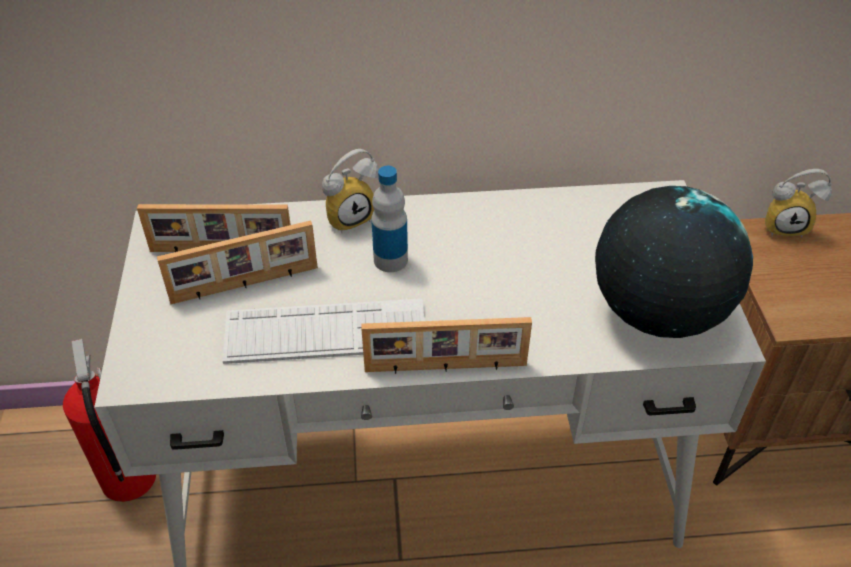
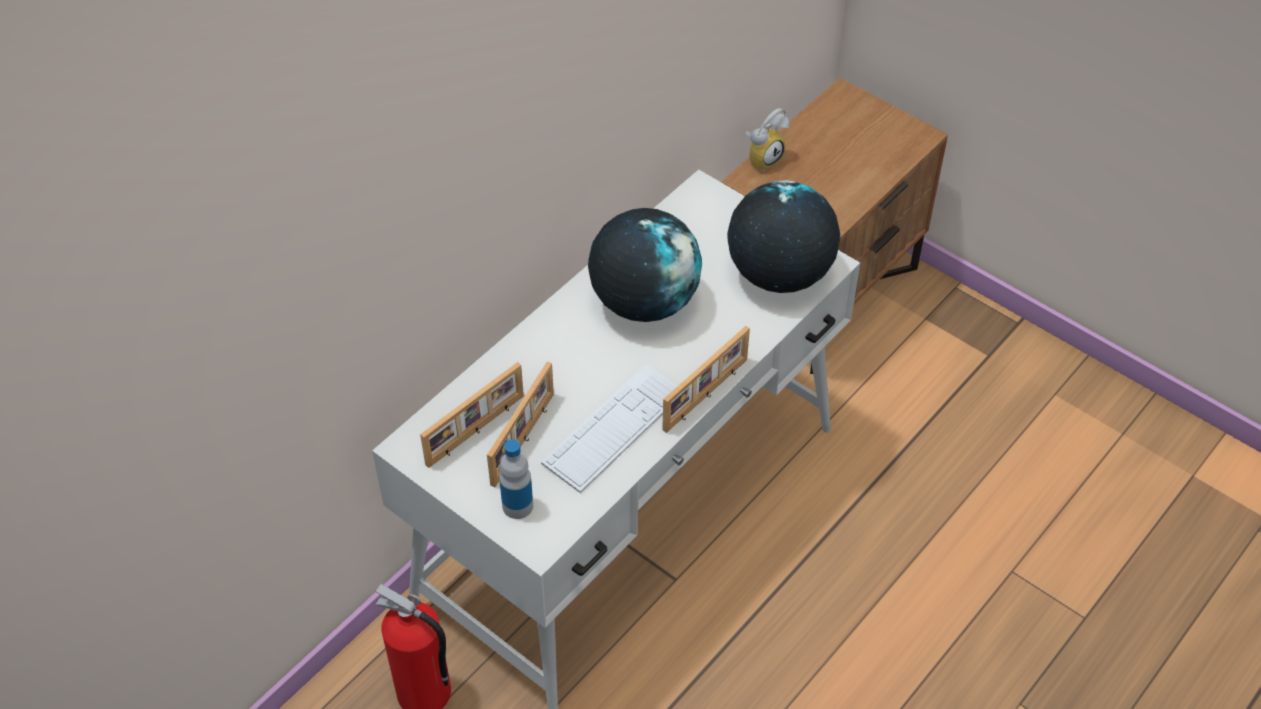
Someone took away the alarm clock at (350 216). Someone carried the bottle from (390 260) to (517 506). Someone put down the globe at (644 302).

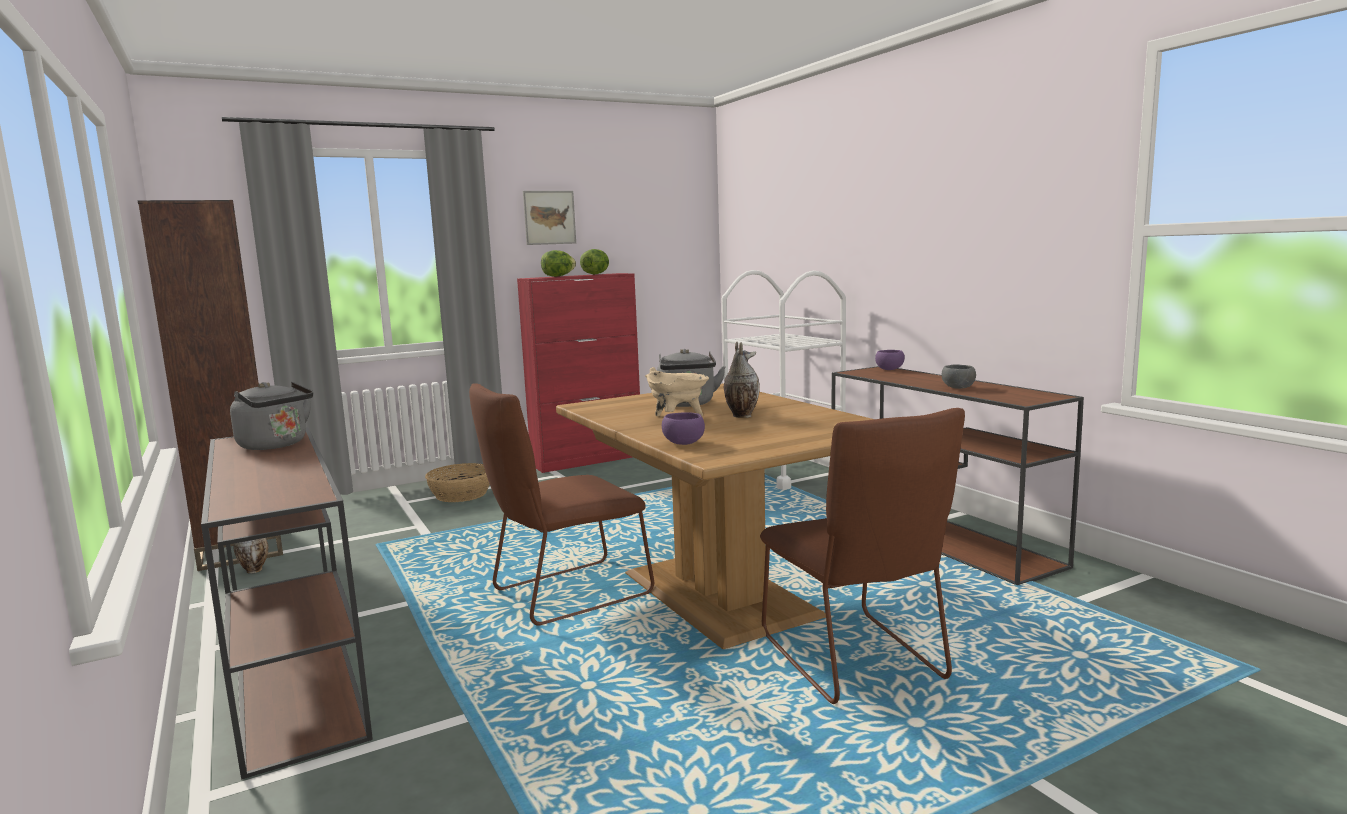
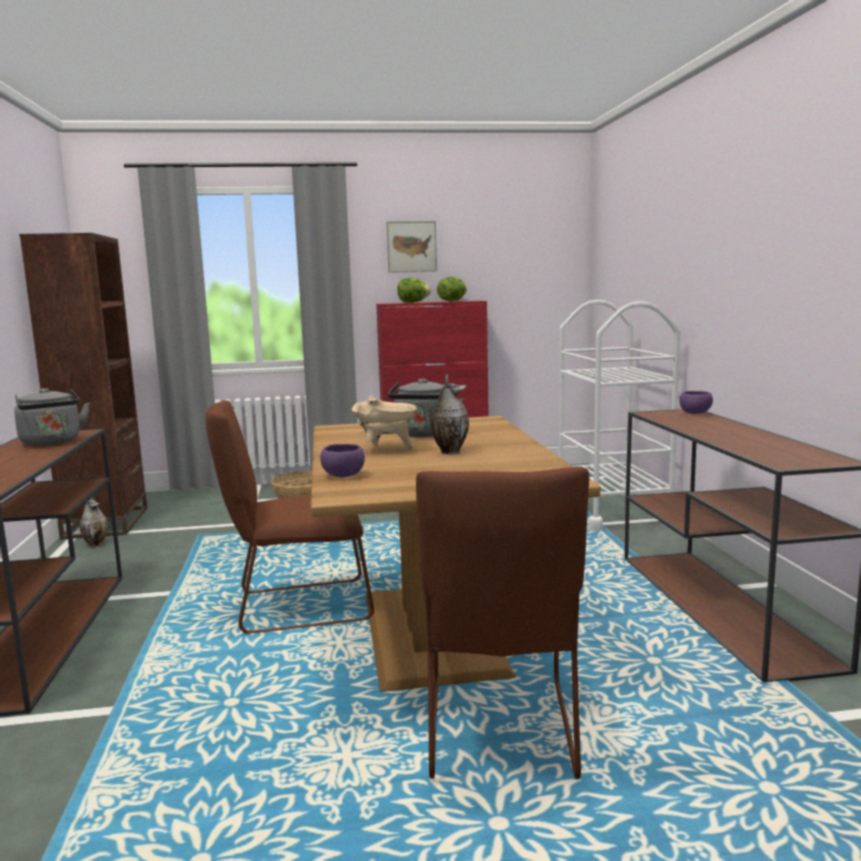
Someone took away the bowl/grey at (957 388).

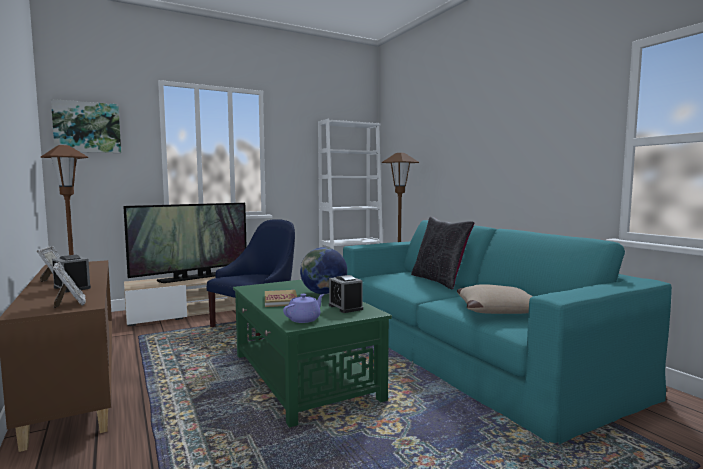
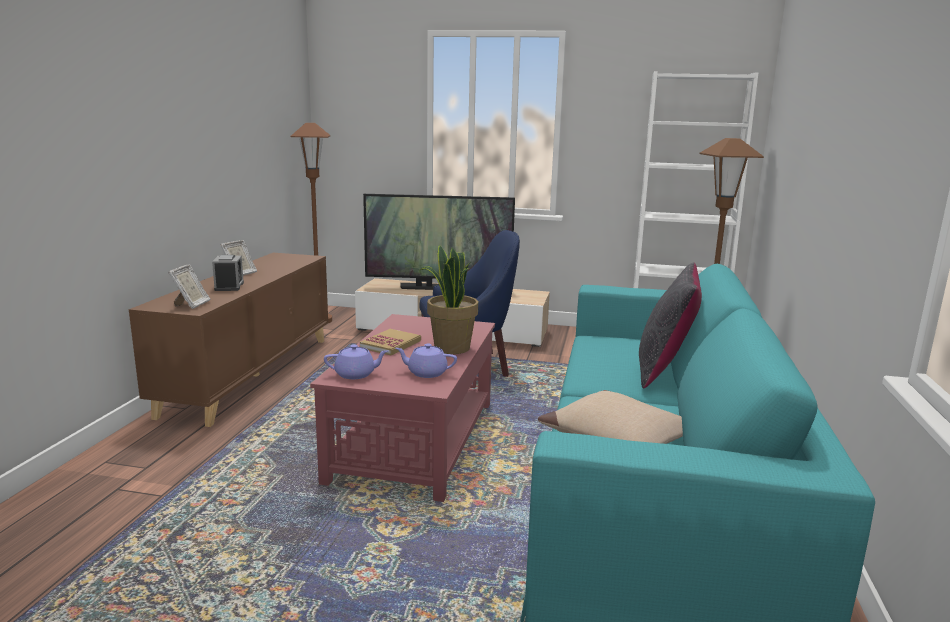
Someone took away the picture at (87 127). Someone repainted the coffee table/green at (303 376), which became the coffee table/red at (414 441). Someone swapped the globe at (324 293) for the potted plant at (451 348). Someone swapped the alarm clock at (345 307) for the teapot/purple at (426 373).

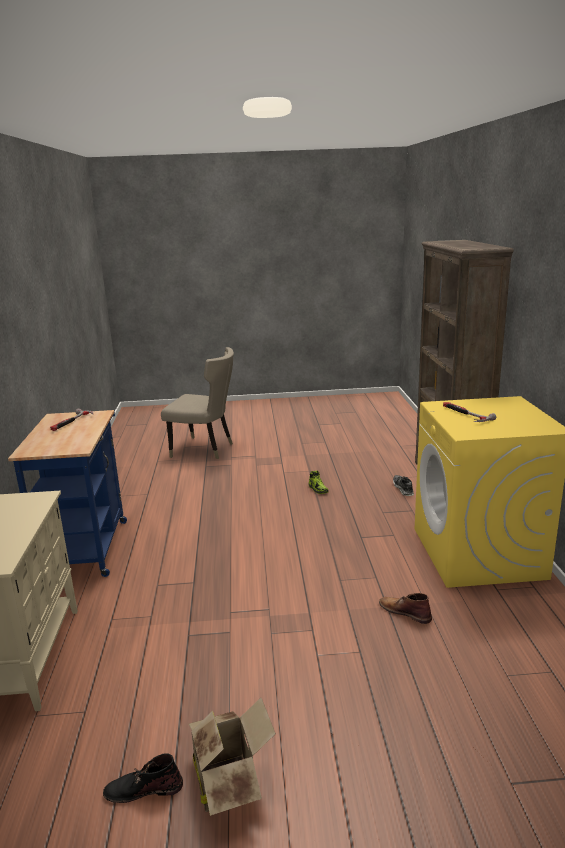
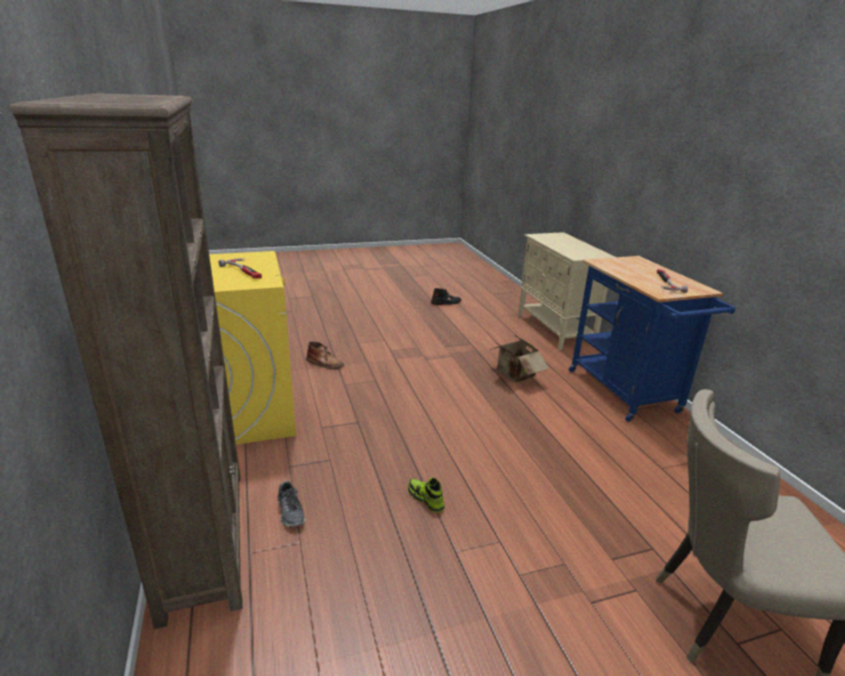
Someone carried the cardboard box from (230 780) to (514 376).

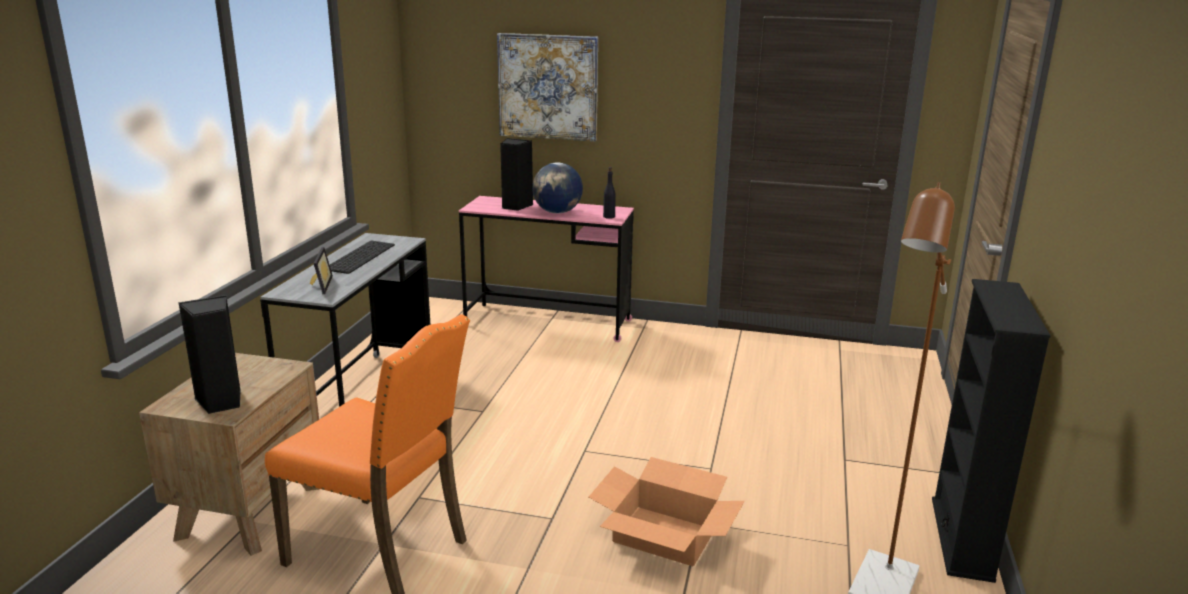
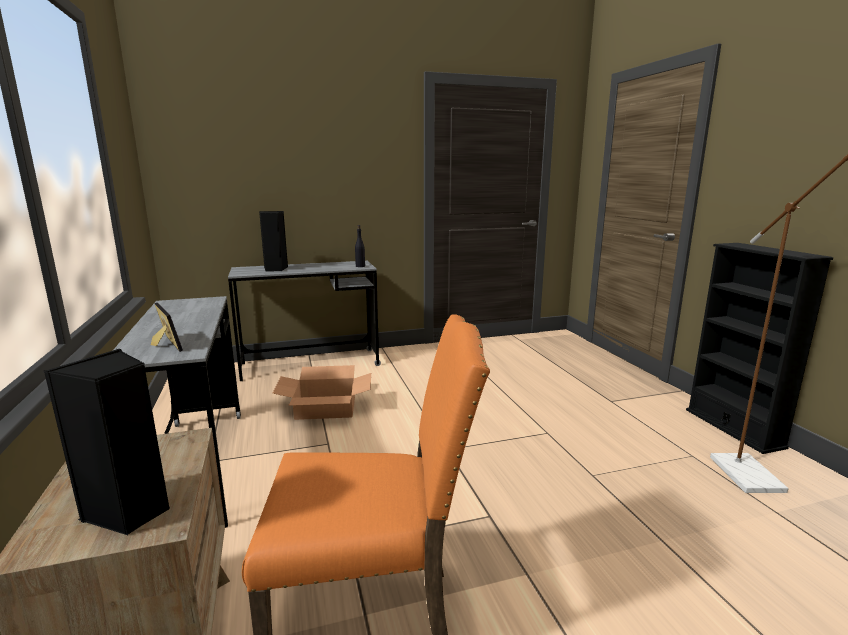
Someone took away the keyboard at (359 256). Someone repainted the desk/pink at (548 322), which became the desk/grey at (310 364). Someone took away the picture at (548 87). Someone took away the globe at (557 212). Someone carried the cardboard box from (664 535) to (325 408).

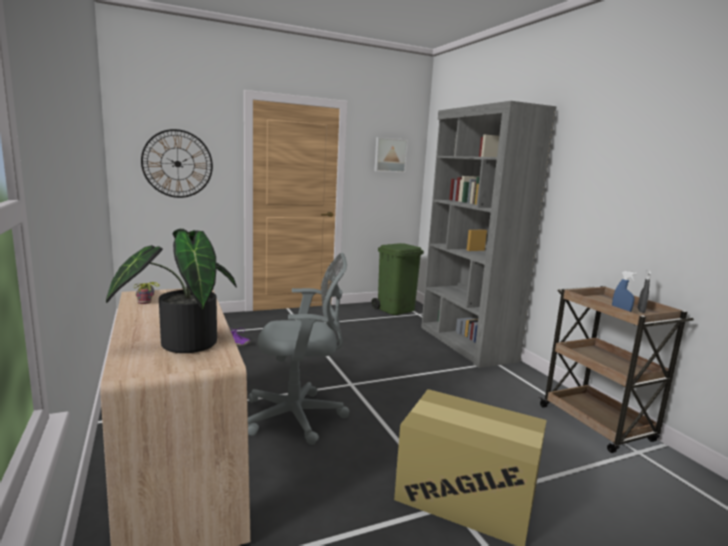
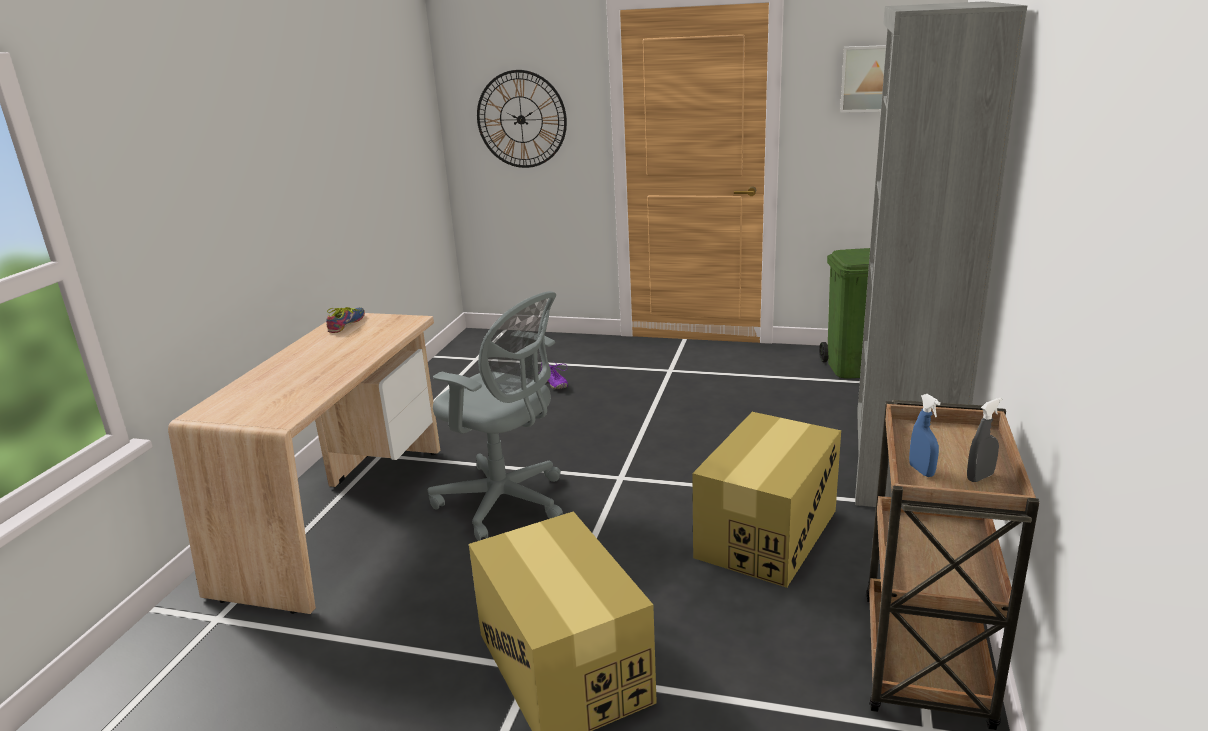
Someone took away the potted plant at (182 343). Someone put down the cardboard box at (766 534).

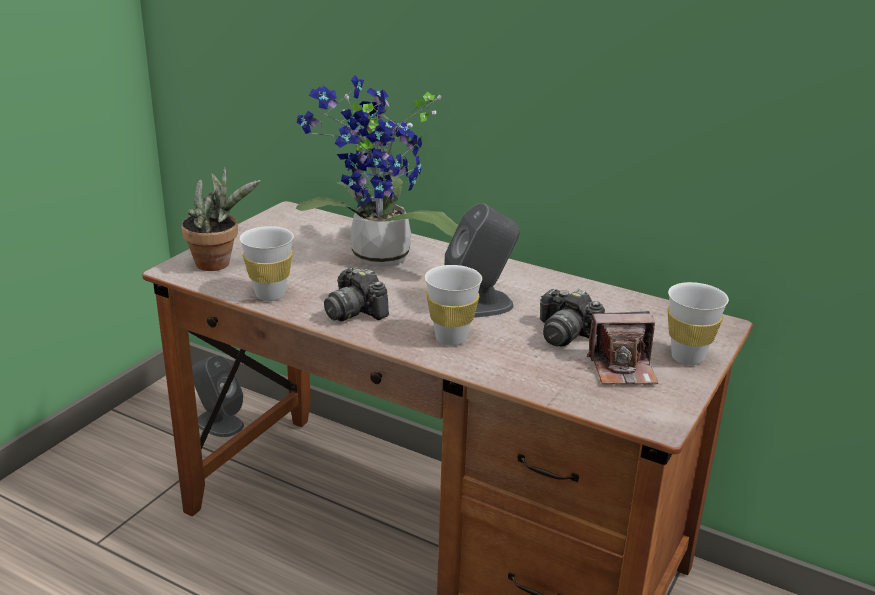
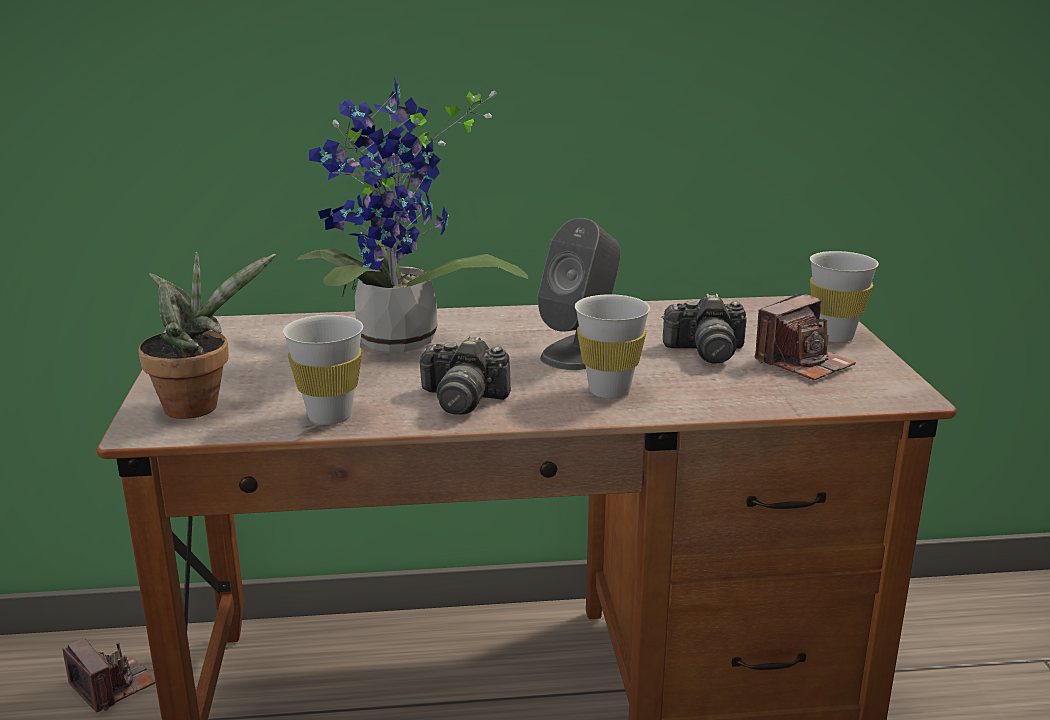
Someone swapped the speaker/grey at (218 423) for the photo camera at (112 686).

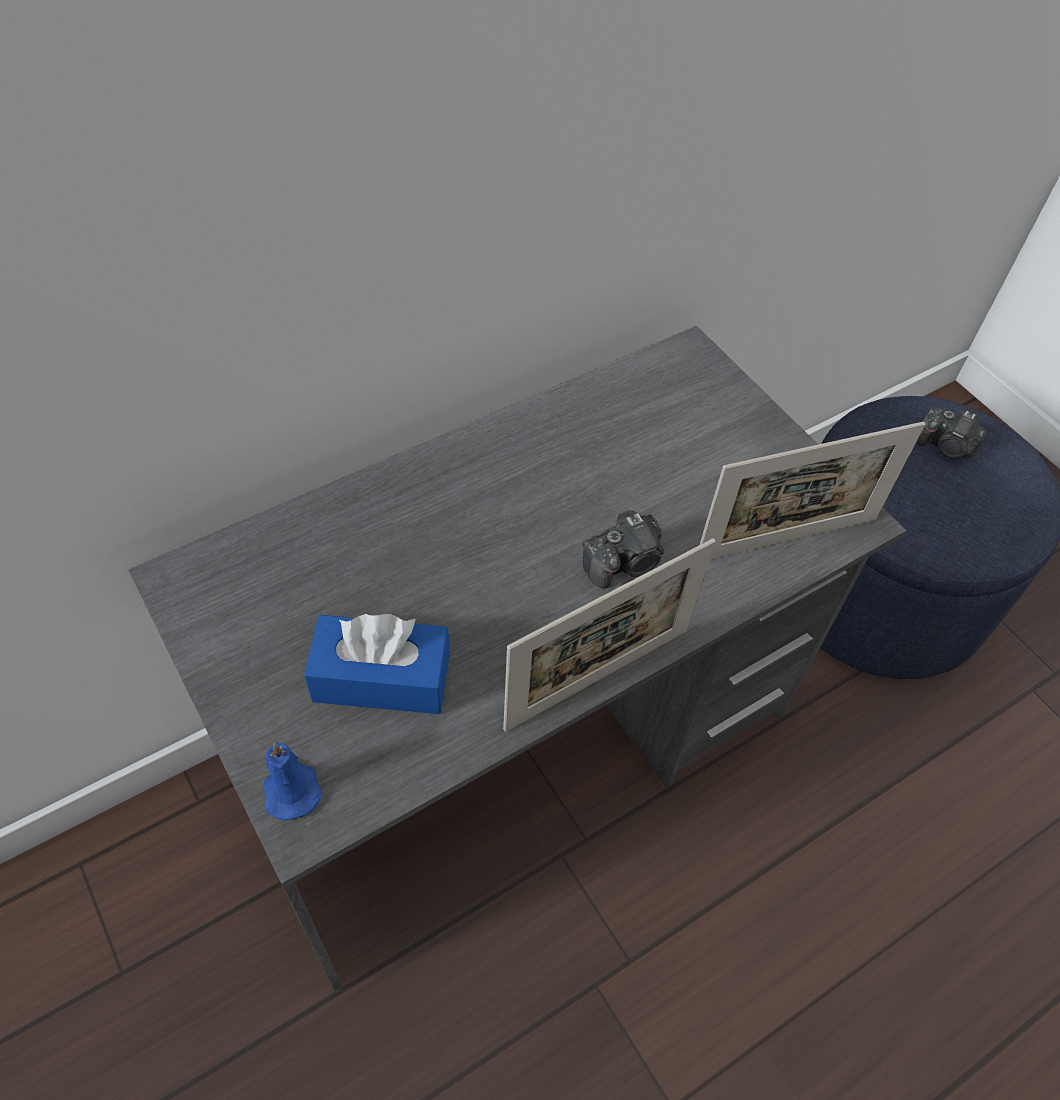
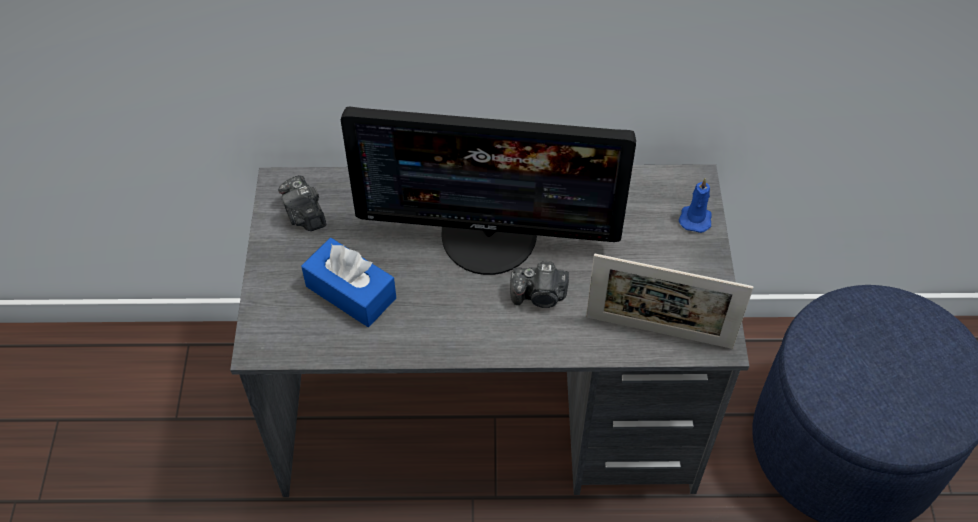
Someone carried the candle/blue from (291 788) to (695 218). Someone took away the picture frame at (598 678). Someone carried the photo camera from (946 447) to (304 215). Someone put down the monitor at (489 235).

